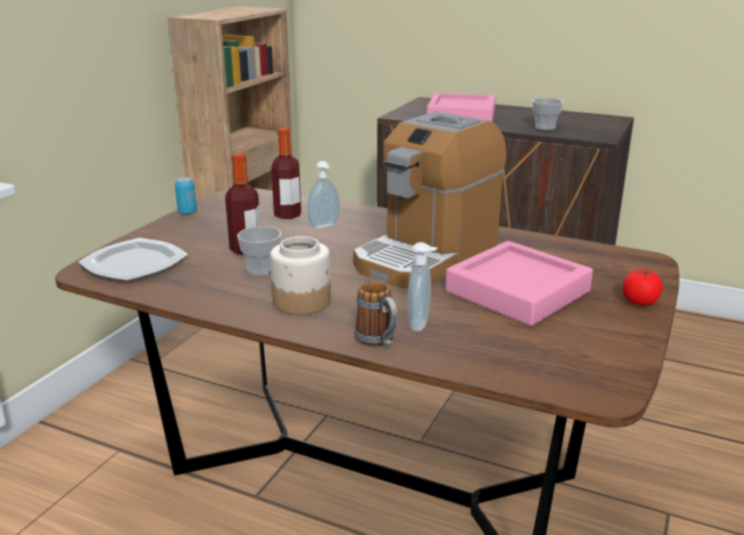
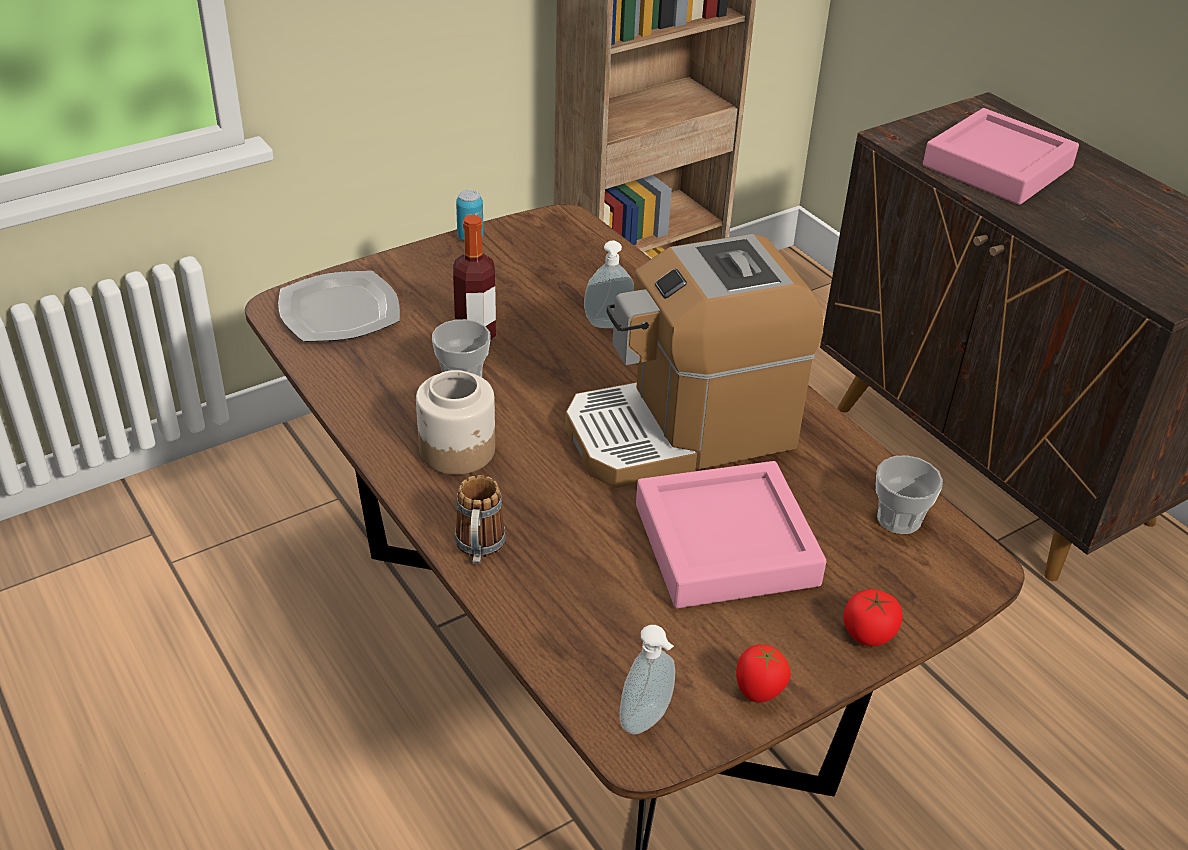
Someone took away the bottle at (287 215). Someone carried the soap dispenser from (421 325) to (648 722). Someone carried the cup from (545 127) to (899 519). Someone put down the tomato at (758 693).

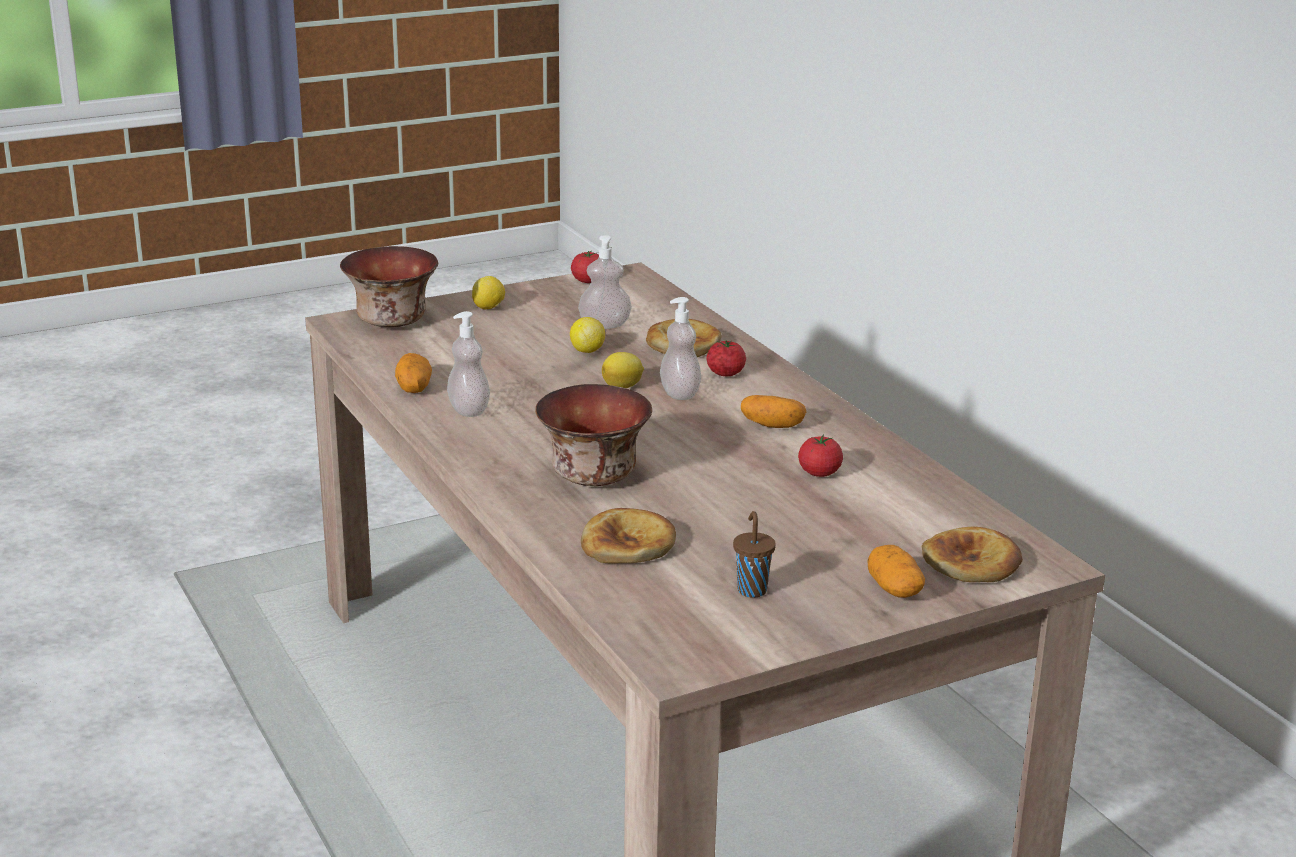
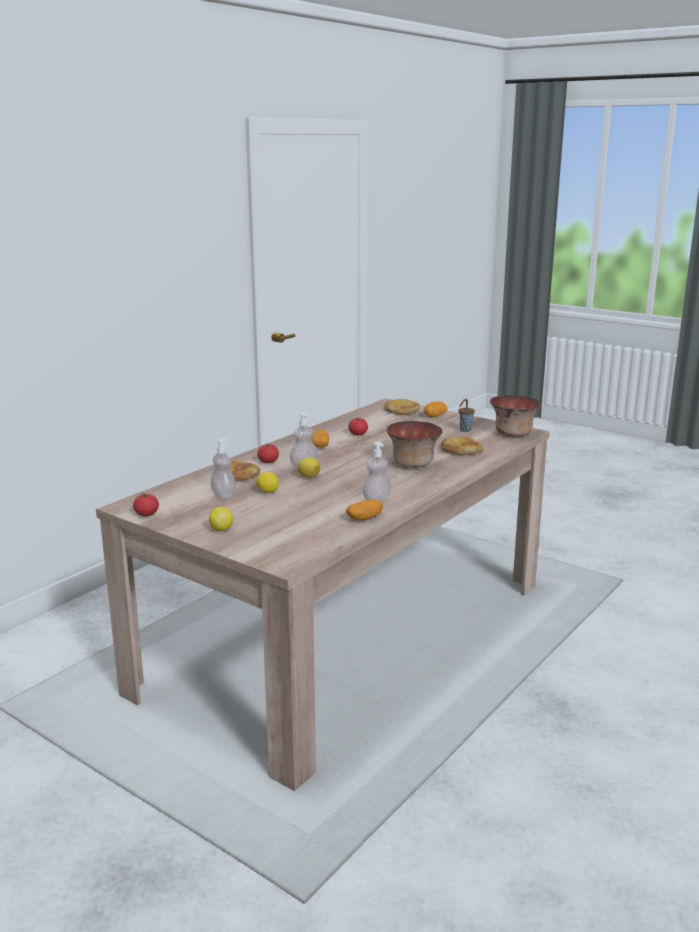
Someone carried the bowl from (393 321) to (512 433).

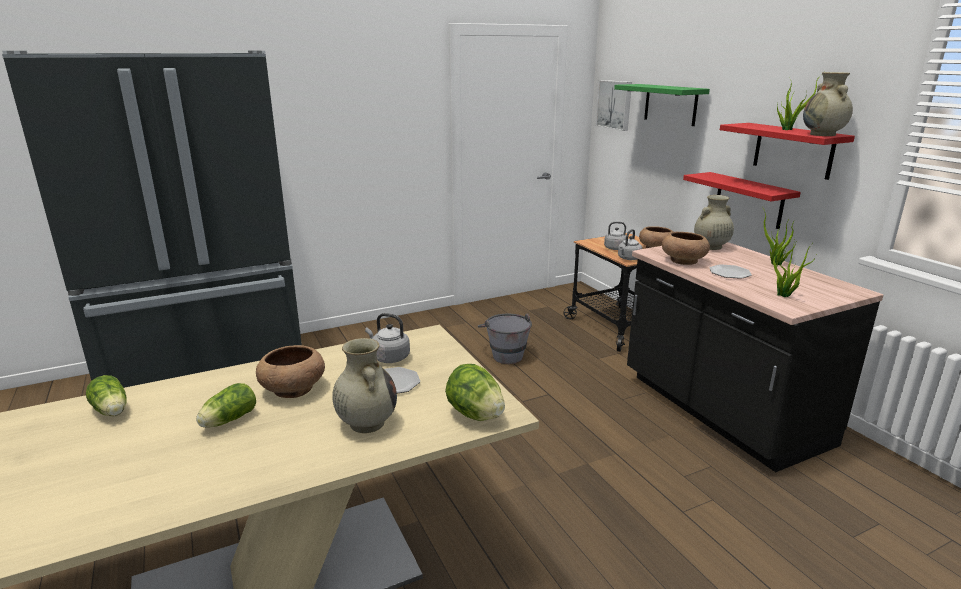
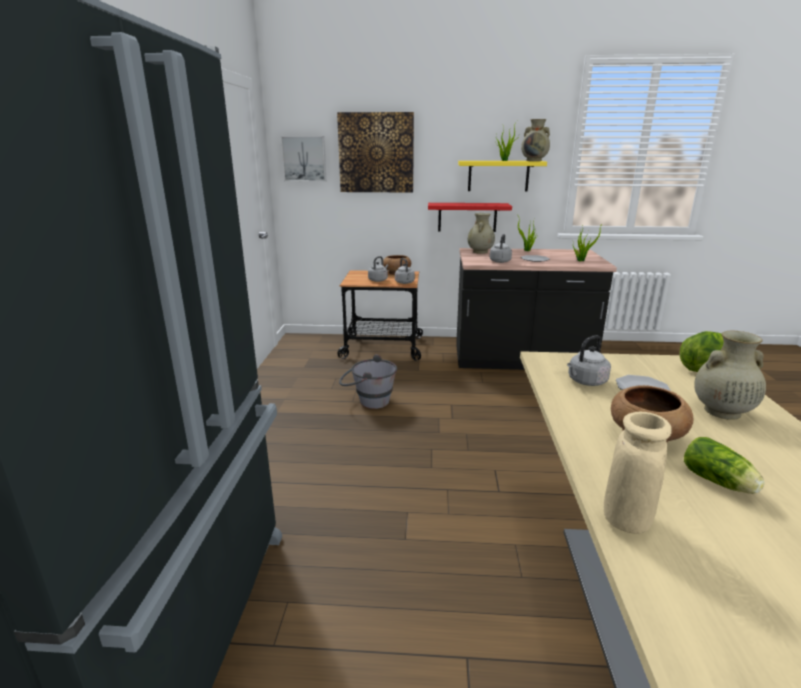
Someone took away the lettuce at (111 411). Someone swapped the shelf/green at (670 104) for the picture at (376 153). Someone swapped the bowl/brown at (683 260) for the kettle/grey at (500 261). Someone repainted the shelf/red at (793 150), which became the shelf/yellow at (498 176). Someone put down the vase/beige at (626 519).

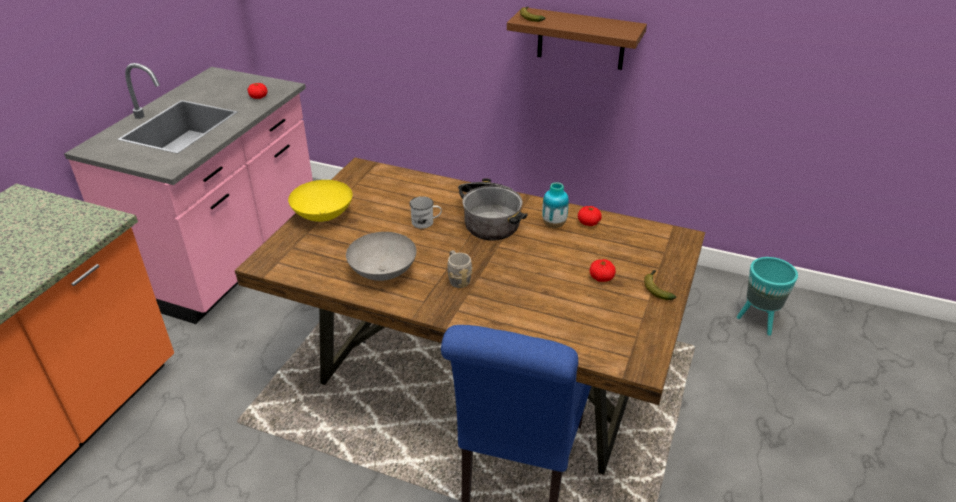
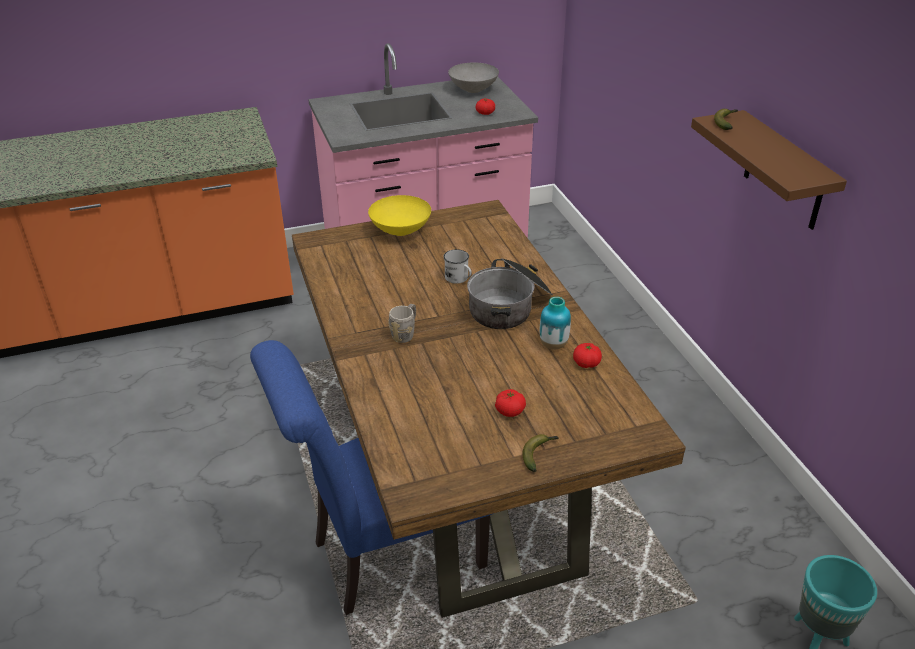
Someone carried the bowl/grey from (383 273) to (472 90).

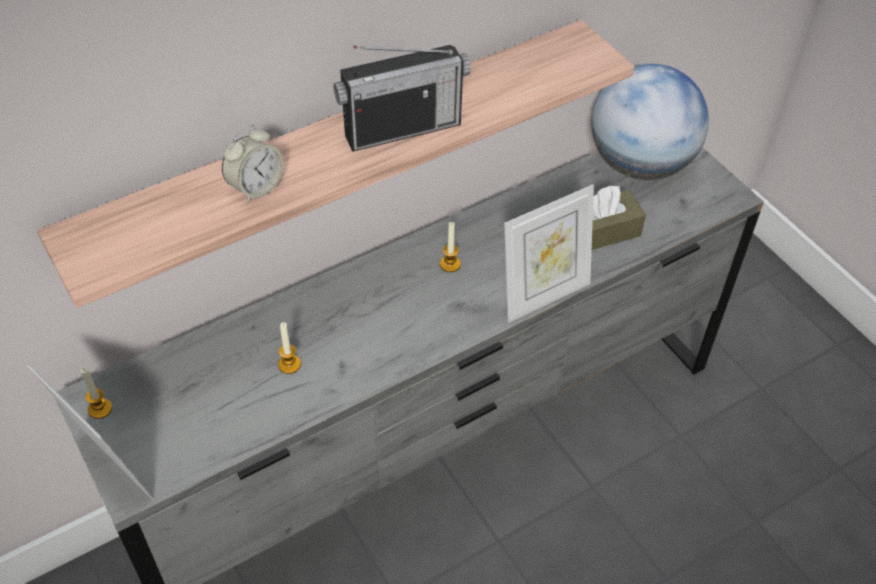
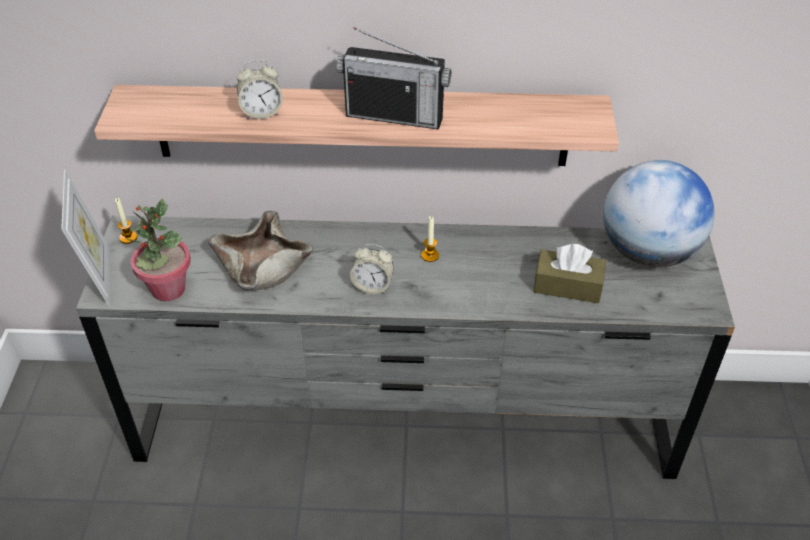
Someone swapped the candle at (289 364) for the bowl/beige at (262 267). Someone took away the picture frame at (543 295). Someone put down the potted plant at (168 289). Someone put down the alarm clock at (372 286).

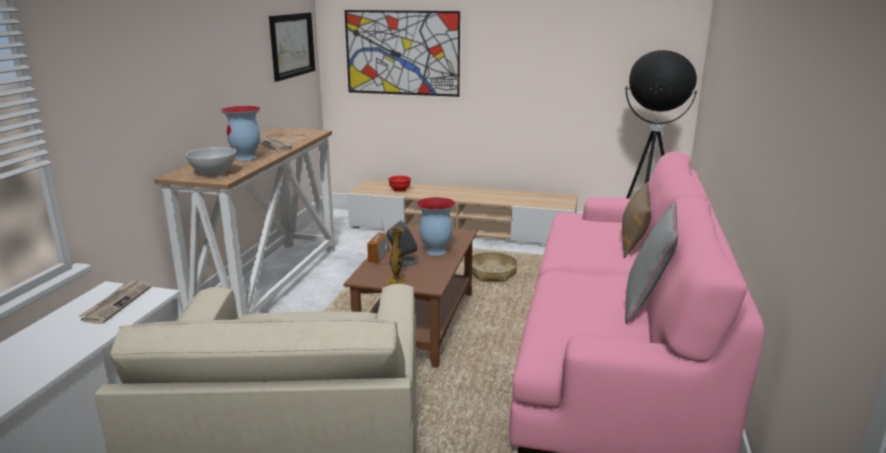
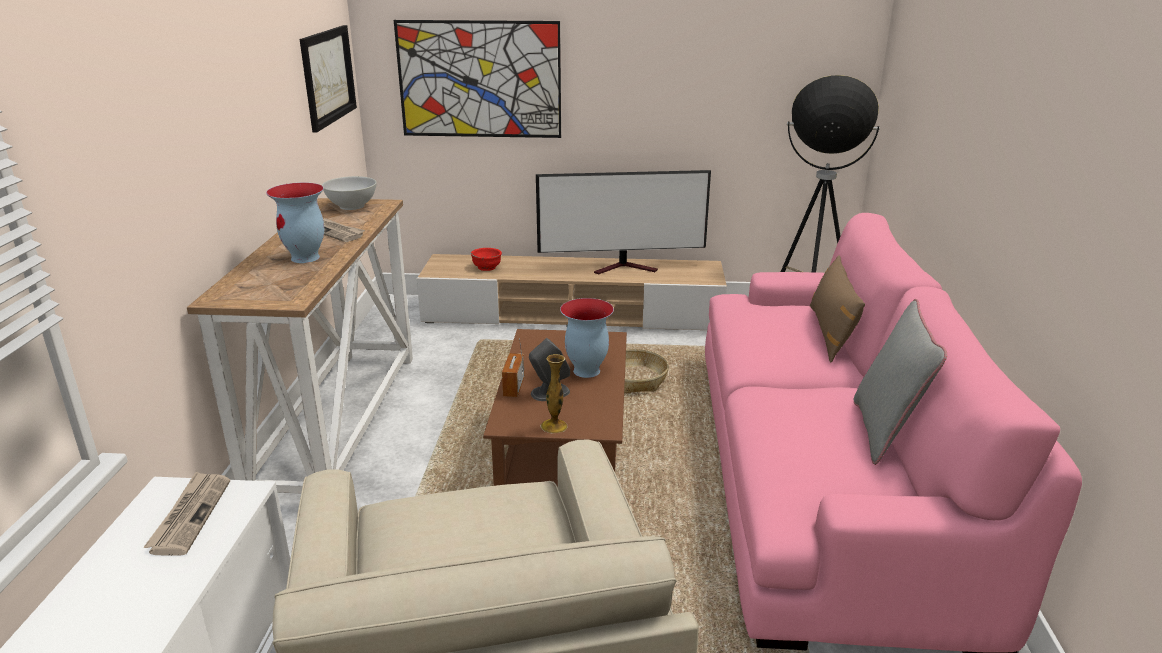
Someone carried the bowl/white from (213 173) to (351 206). Someone put down the television at (626 268).

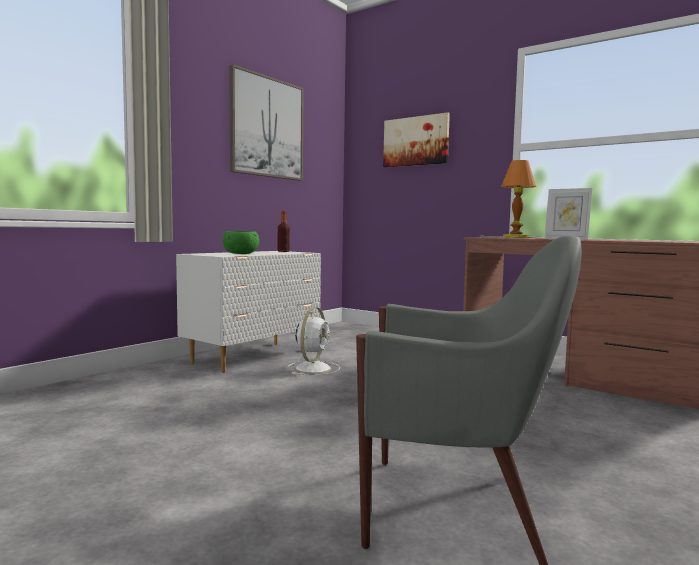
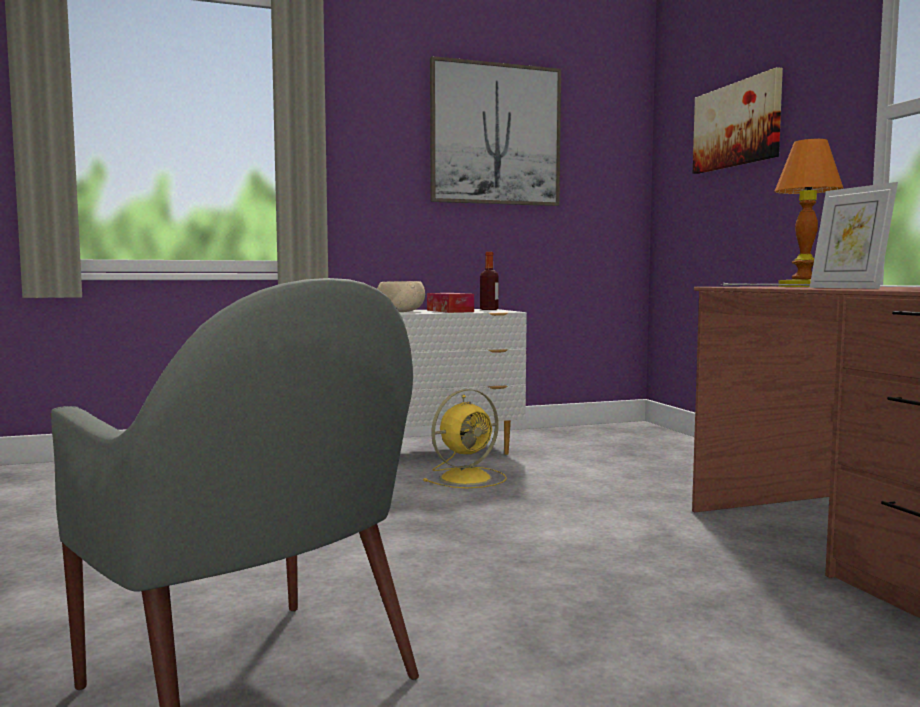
Someone repainted the bowl/green at (241 253), which became the bowl/beige at (401 311). Someone repainted the fan/white at (313 368), which became the fan/yellow at (467 478). Someone put down the tissue box at (450 311).

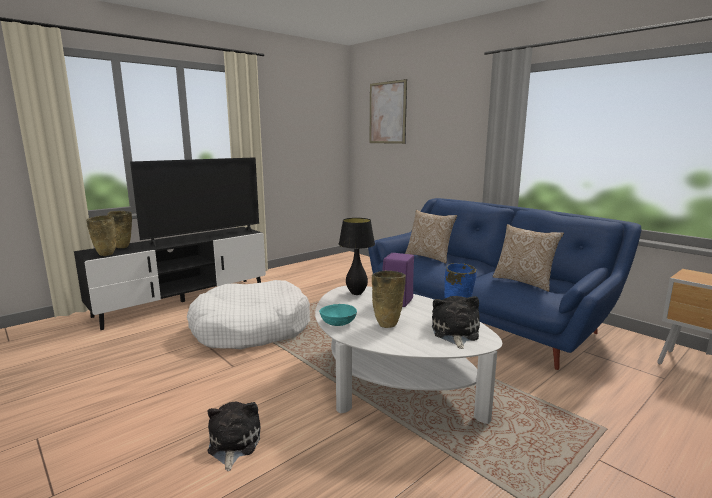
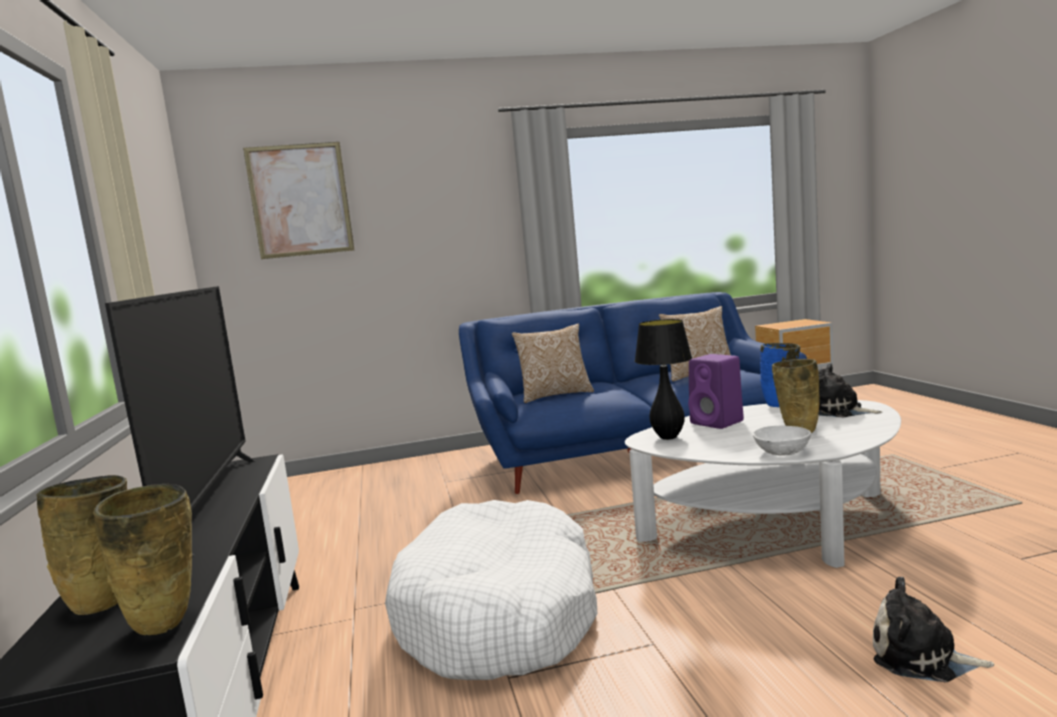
Someone repainted the bowl/turquoise at (338 323), which became the bowl/white at (783 452).

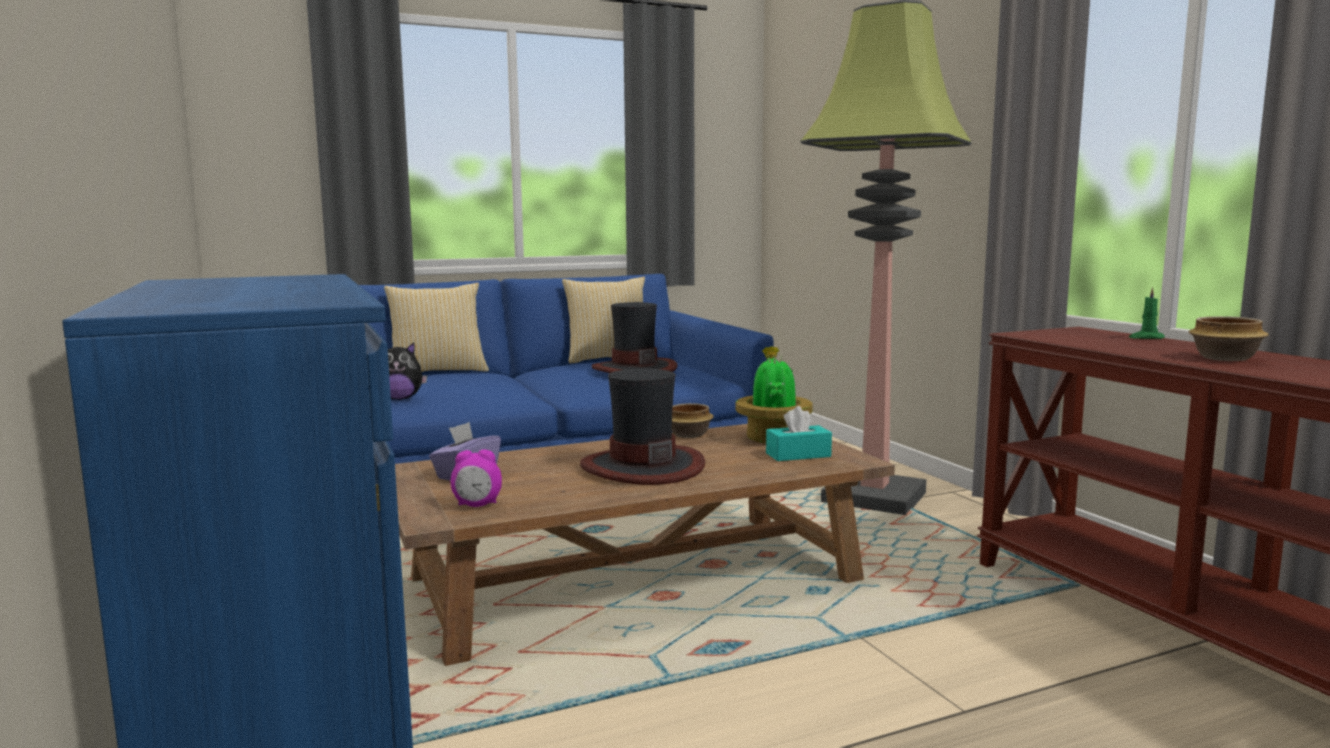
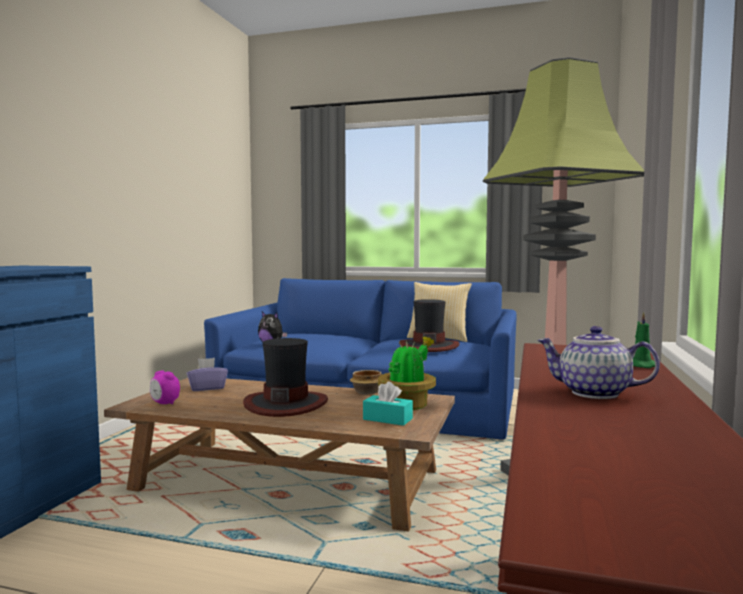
Someone took away the pillow at (438 372). Someone swapped the bowl at (1226 358) for the teapot at (593 393).

